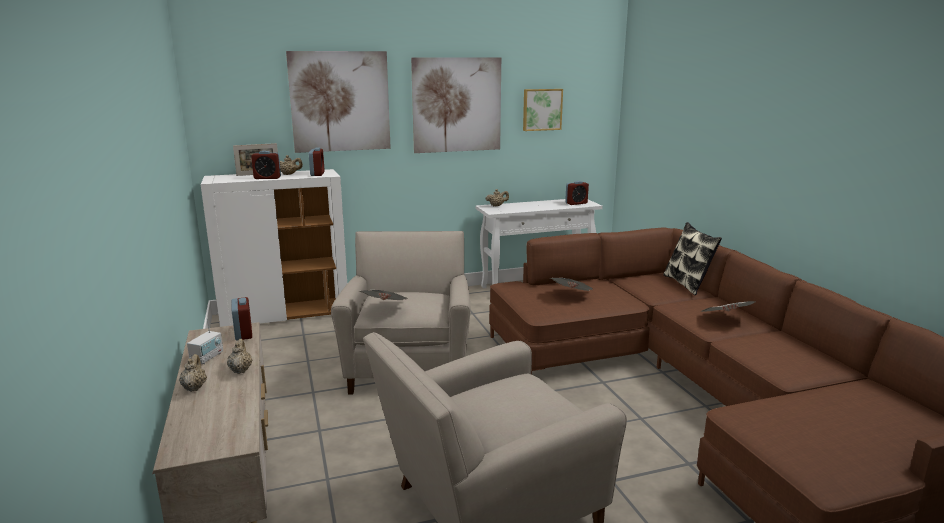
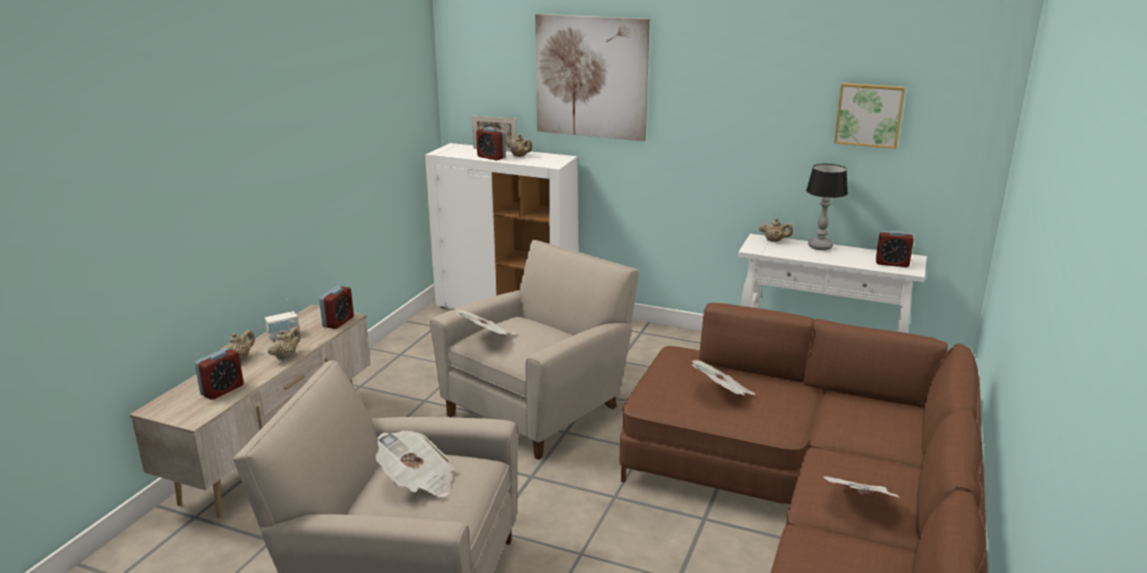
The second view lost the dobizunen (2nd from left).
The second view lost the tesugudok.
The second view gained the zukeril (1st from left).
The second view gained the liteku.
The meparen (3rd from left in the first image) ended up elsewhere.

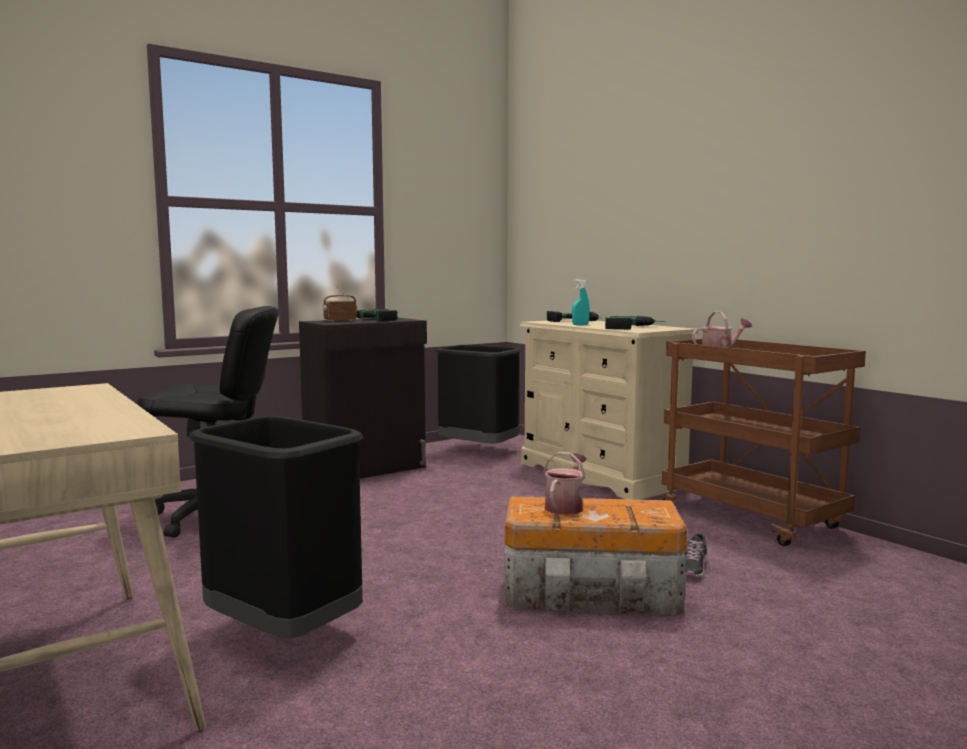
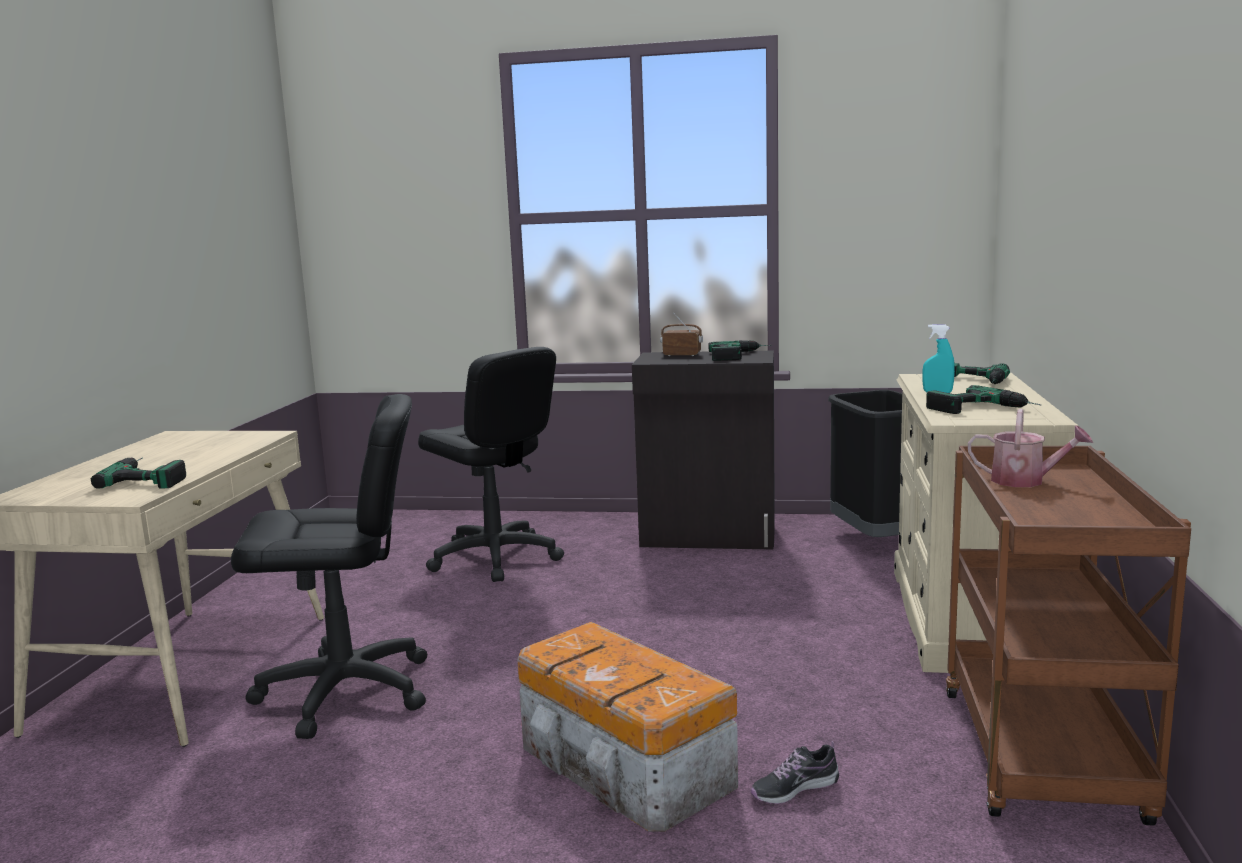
The second view lost the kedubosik (1st from left).
The second view gained the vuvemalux (1st from left).
Where the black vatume (1st from left) stood, the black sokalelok (1st from left) came to stand.

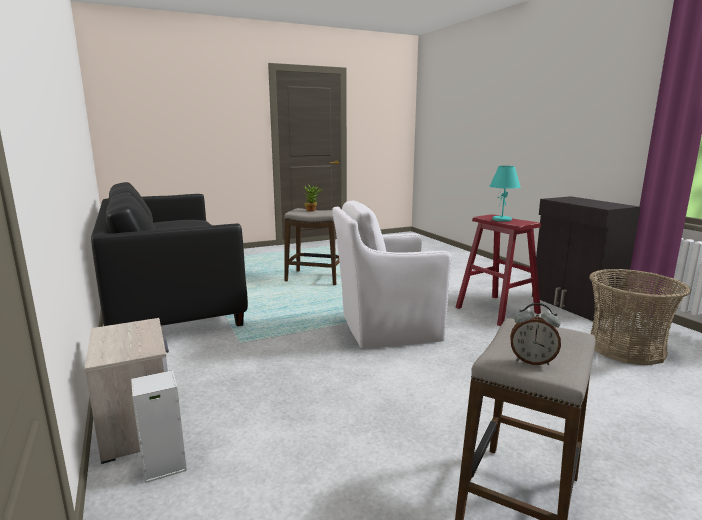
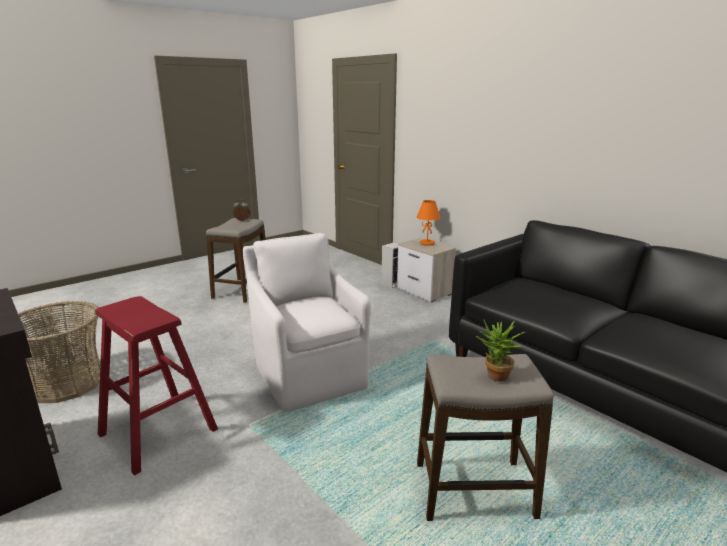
The second view lost the turquoise liteku.
The second view gained the orange liteku.
The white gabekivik ended up facing another way, 90 degrees counterclockwise from before.

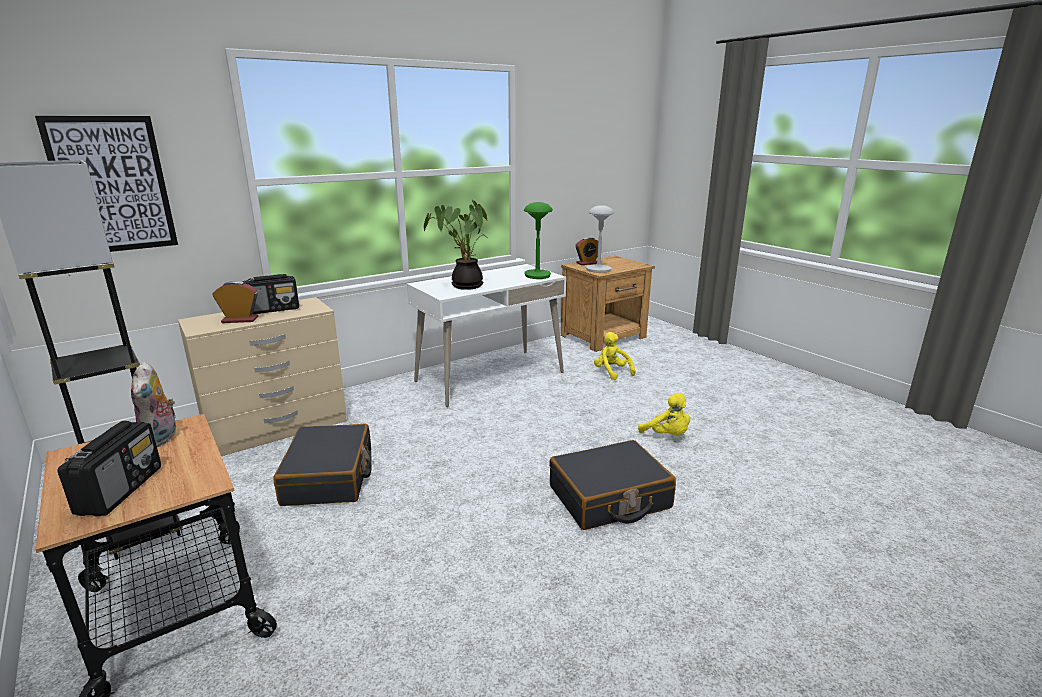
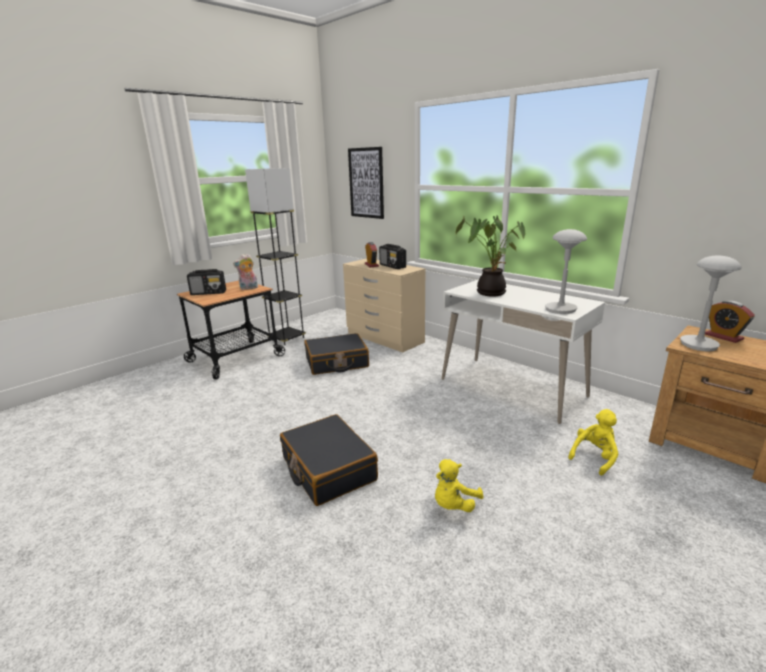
What was the green liteku turned into the grey liteku (1st from left).

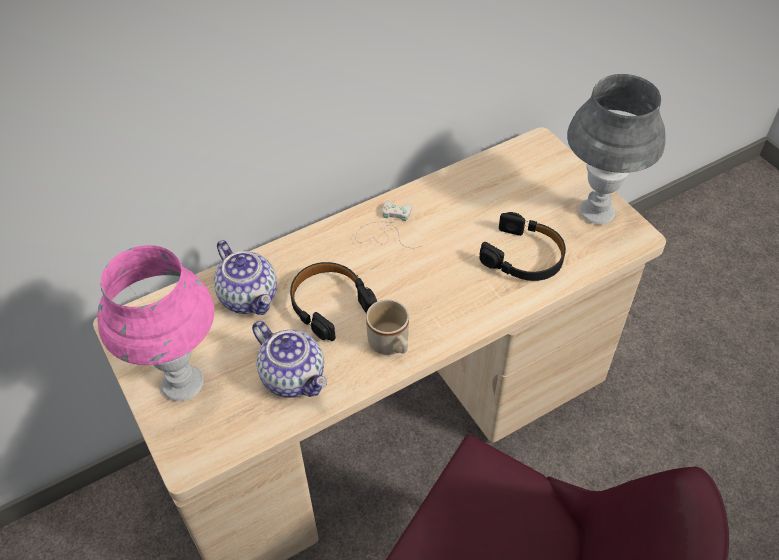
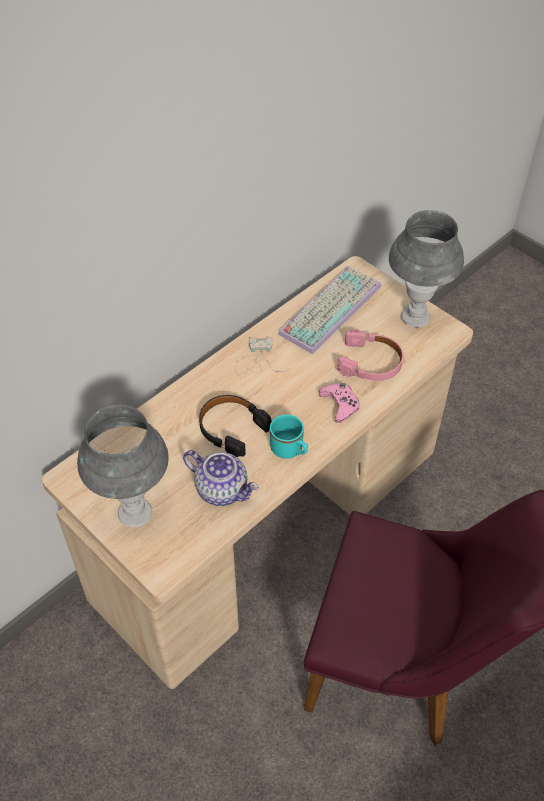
The second view lost the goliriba (1st from left).
The second view gained the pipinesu.
The second view gained the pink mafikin.
What was the pink liteku turned into the grey liteku (1st from left).
What was the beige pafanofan turned into the turquoise pafanofan.
What was the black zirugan (2nd from left) turned into the pink zirugan.

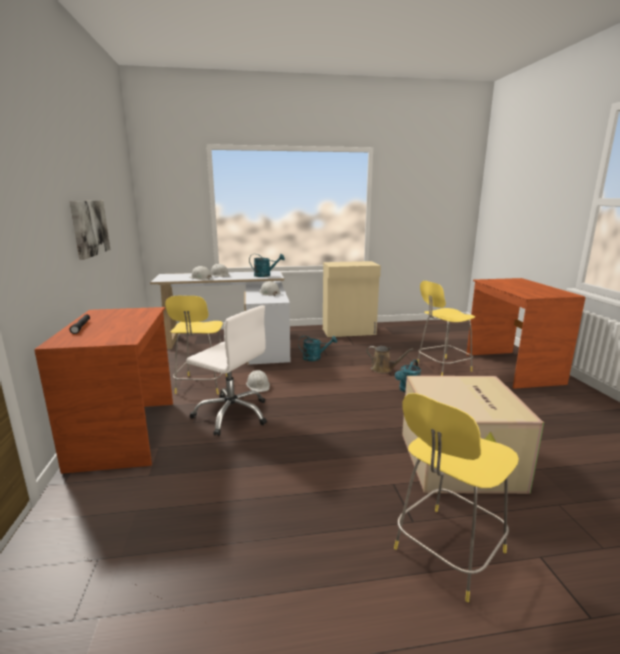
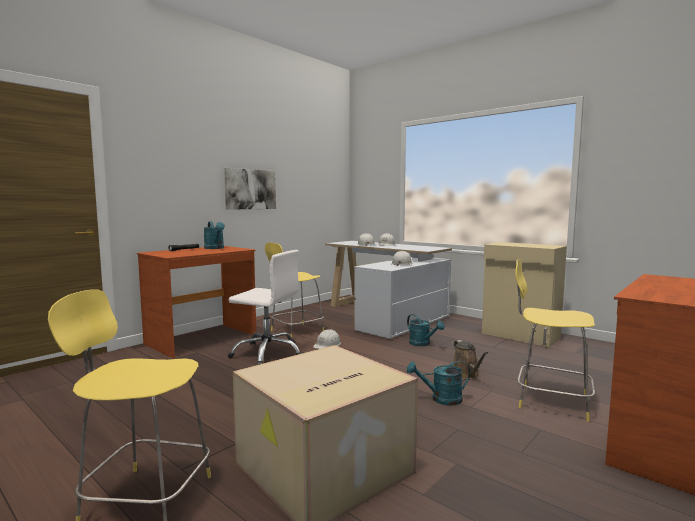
The turquoise kedubosik (1st from left) ended up elsewhere.
The white sokalelok ended up facing another way, 60 degrees counterclockwise from before.

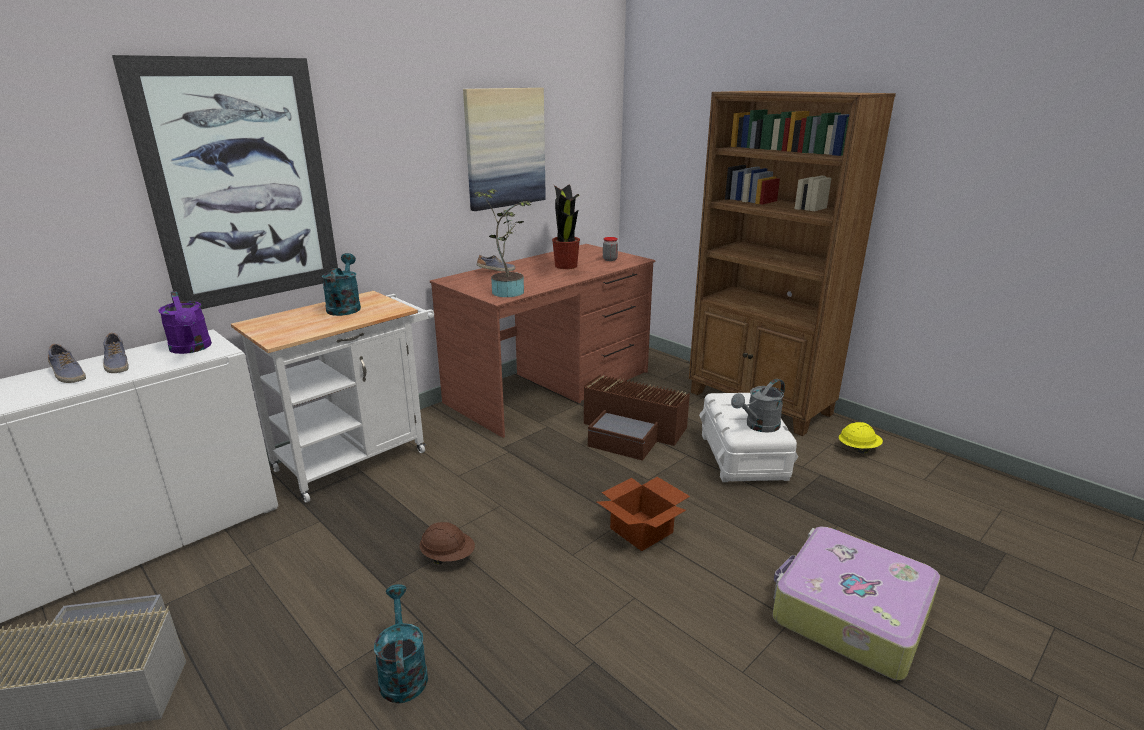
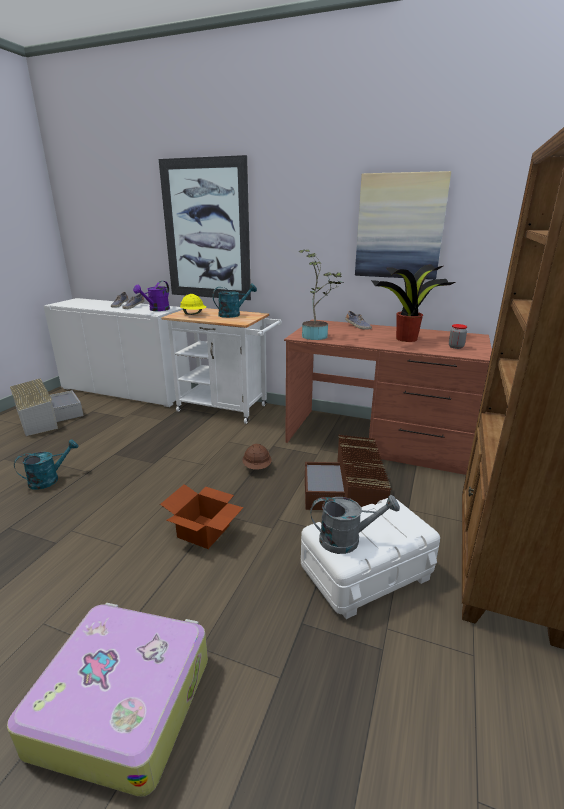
The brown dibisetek ended up elsewhere.
The yellow dibisetek ended up elsewhere.
The grey kedubosik ended up facing another way, 150 degrees clockwise from before.

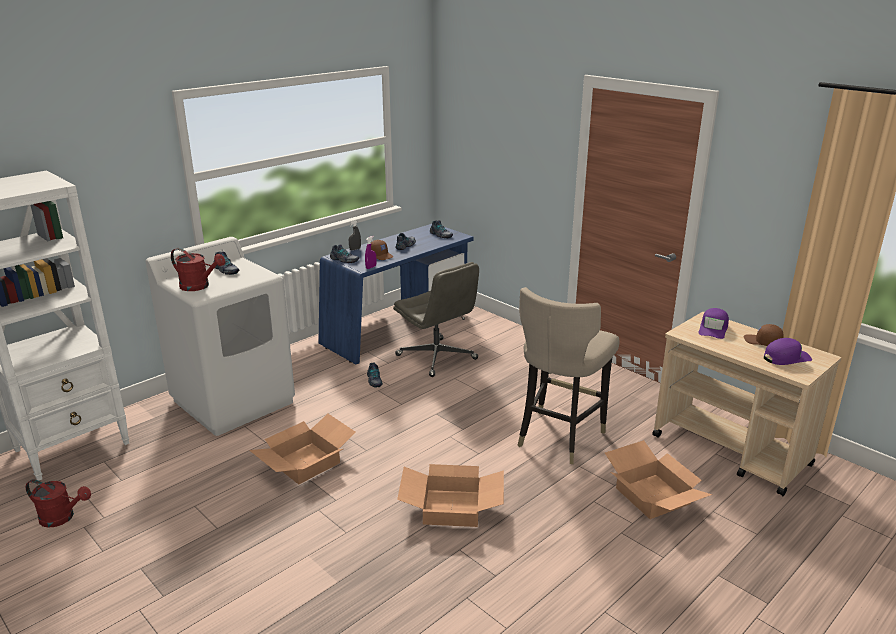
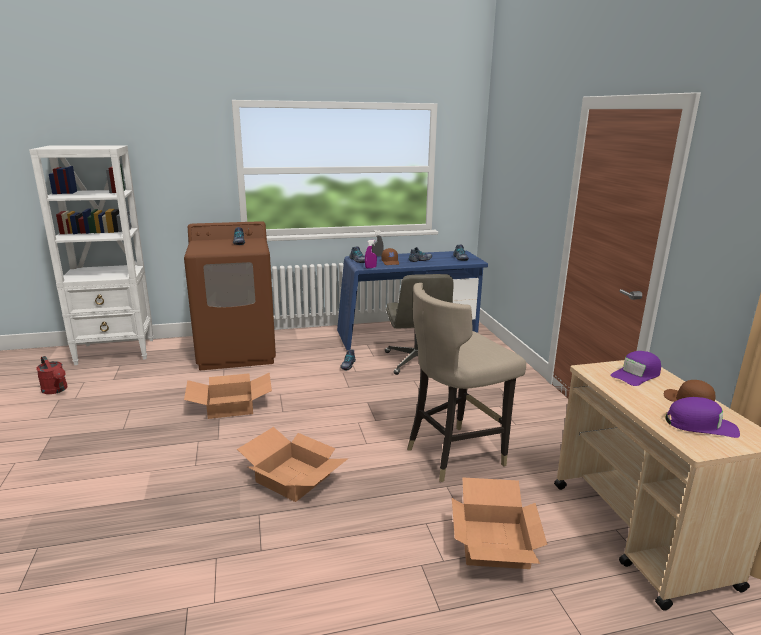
The second view lost the red kedubosik (2nd from left).
What was the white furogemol turned into the brown furogemol.

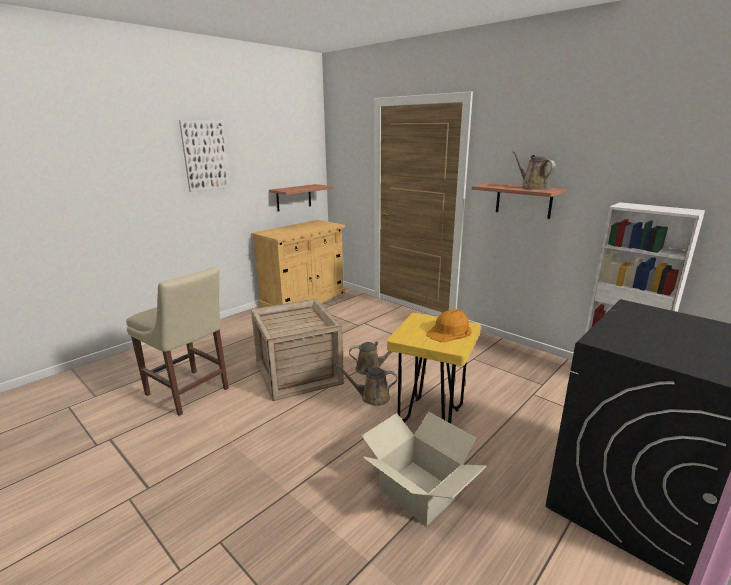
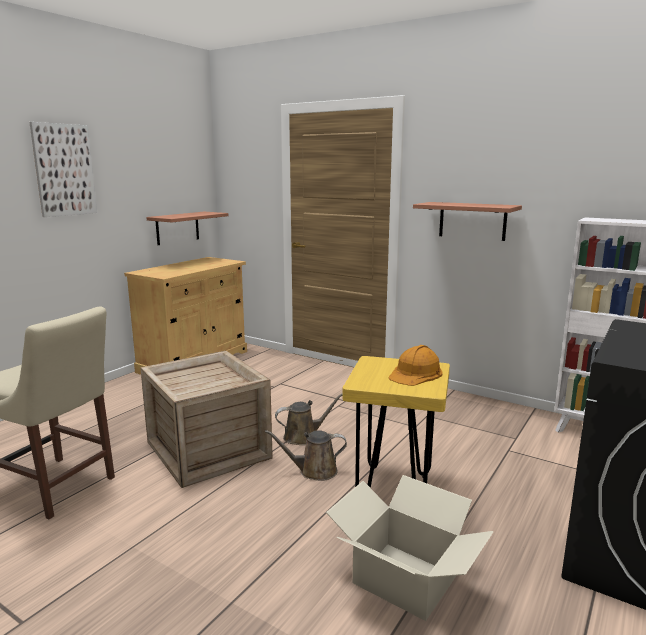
The second view lost the brown kedubosik (3rd from left).

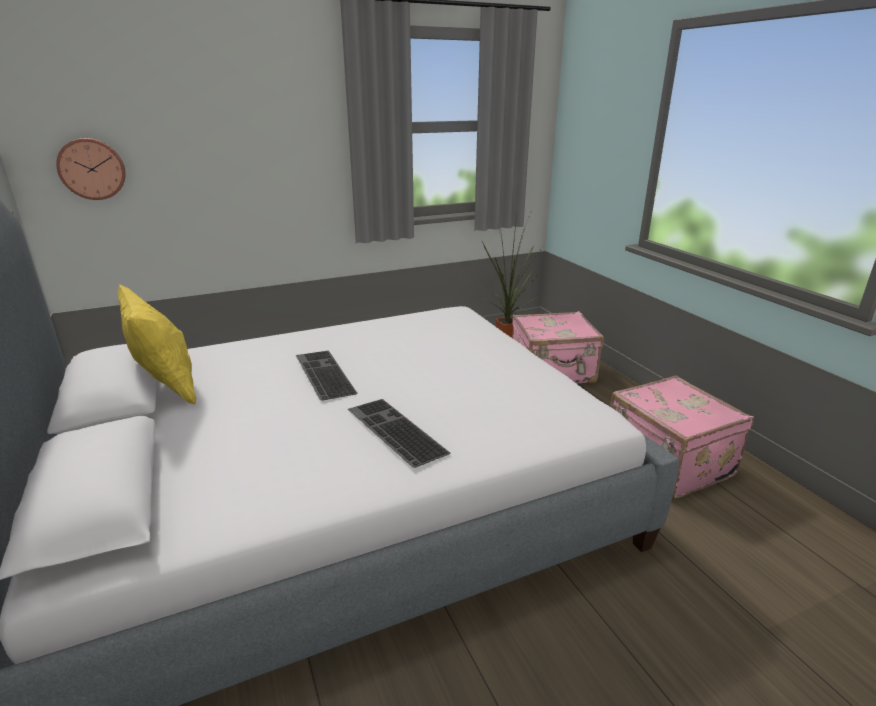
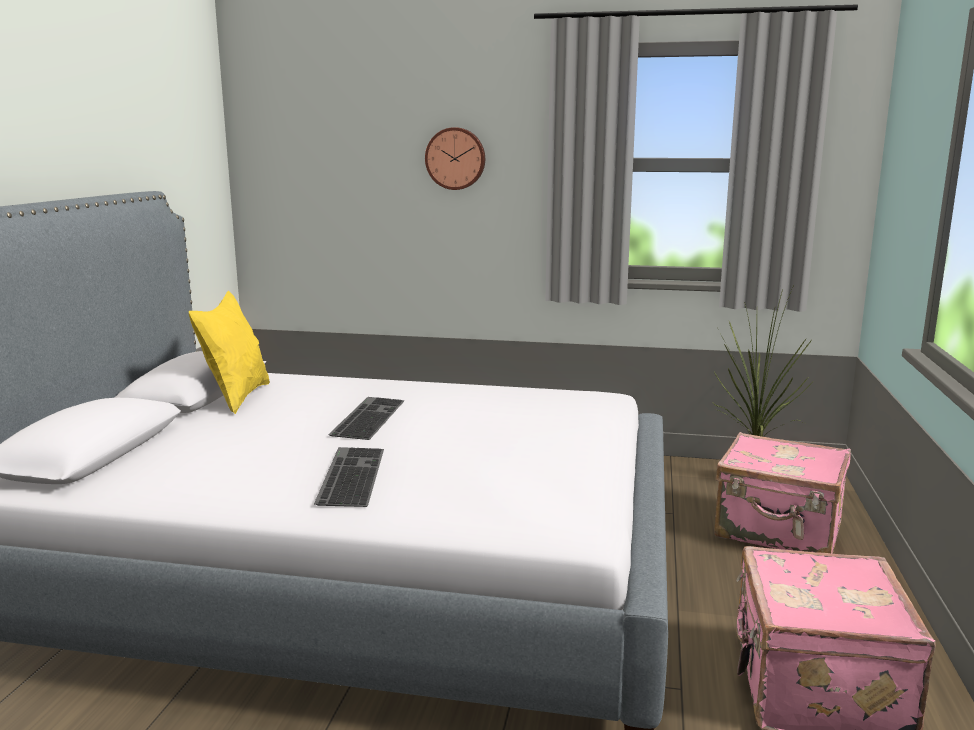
The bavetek ended up elsewhere.

